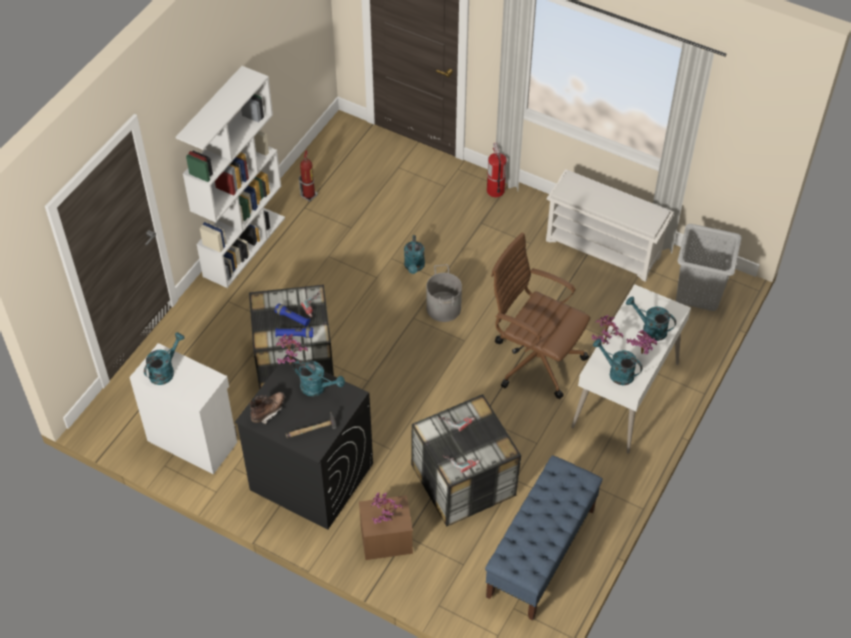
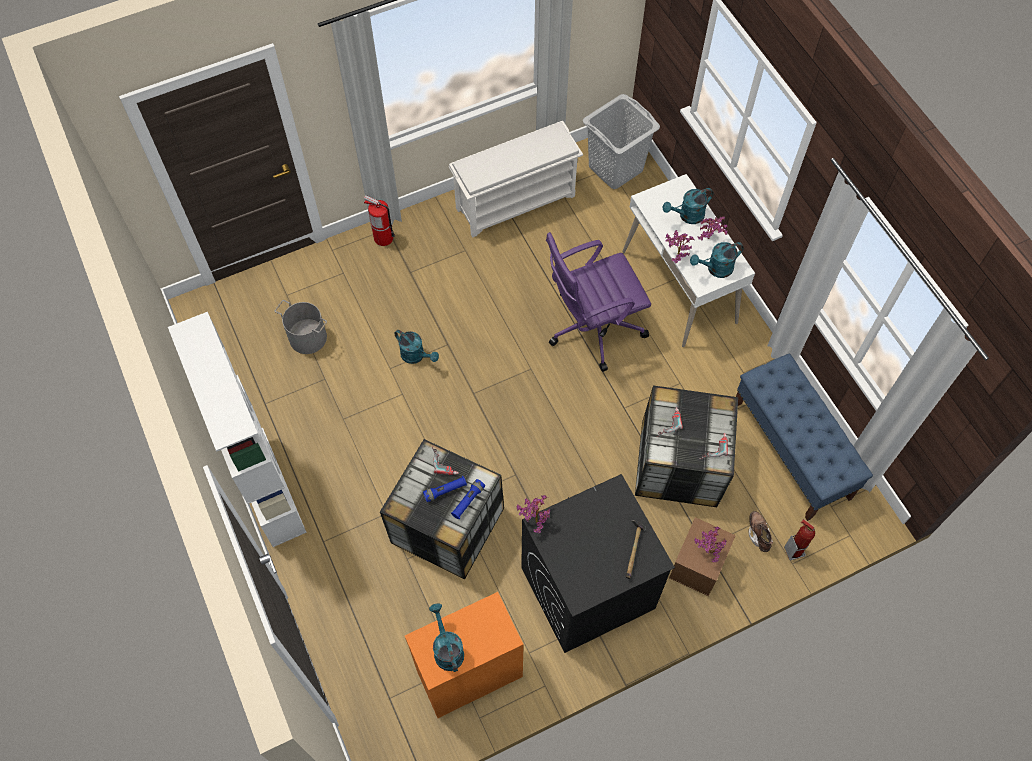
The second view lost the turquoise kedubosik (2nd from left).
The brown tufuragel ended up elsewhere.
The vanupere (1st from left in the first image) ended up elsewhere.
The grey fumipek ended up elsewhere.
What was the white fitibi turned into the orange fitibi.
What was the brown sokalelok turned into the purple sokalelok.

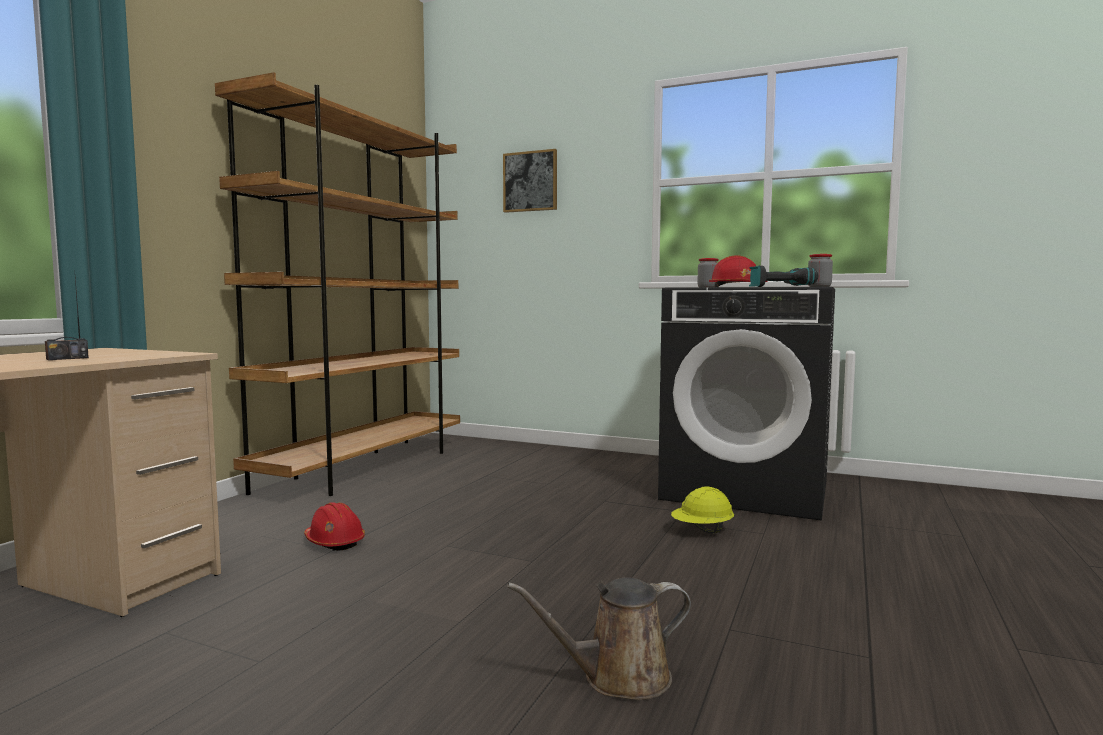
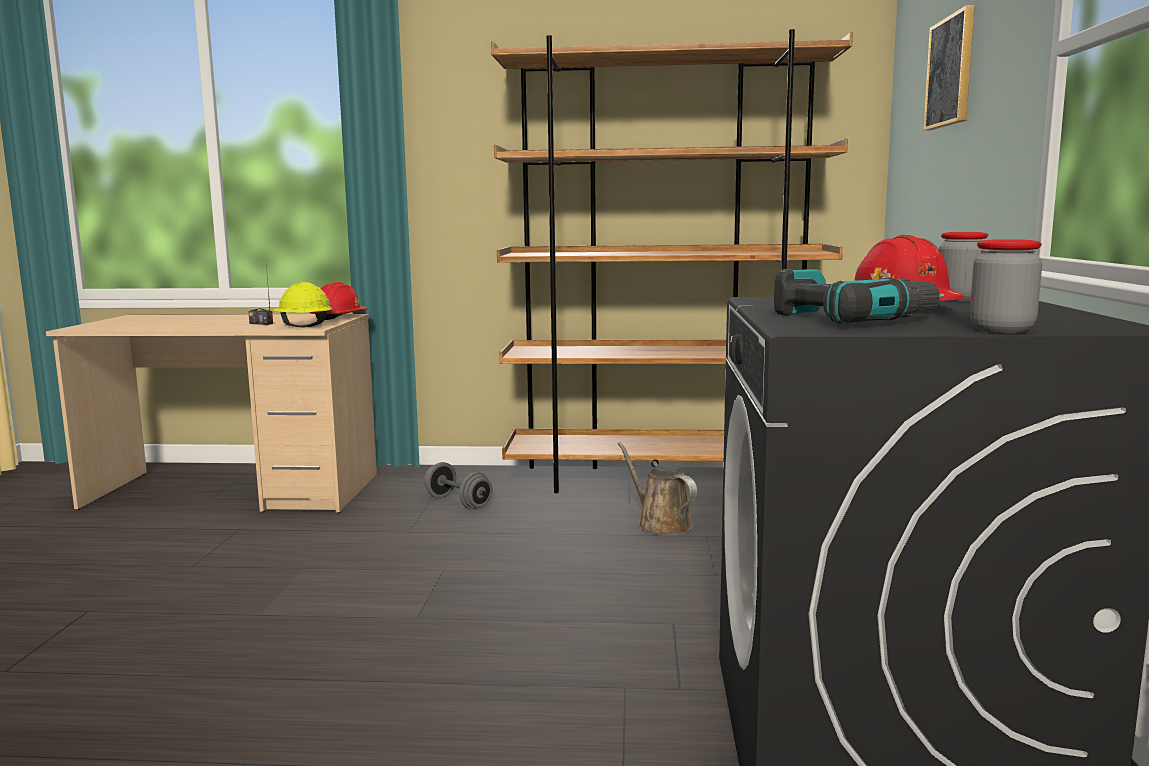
The second view gained the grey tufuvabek.
The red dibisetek (1st from left) ended up elsewhere.
The brown kedubosik ended up elsewhere.
The yellow dibisetek ended up elsewhere.

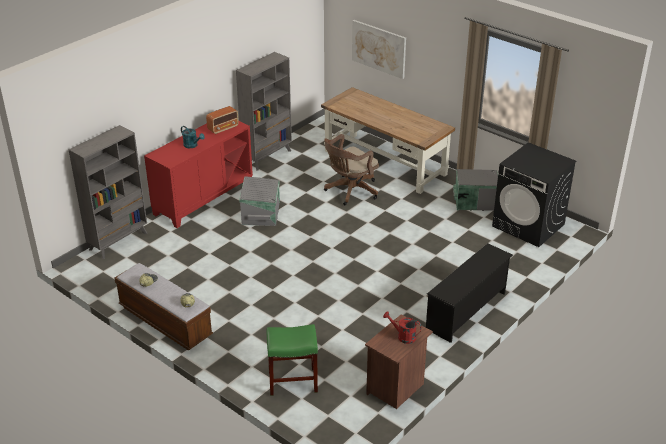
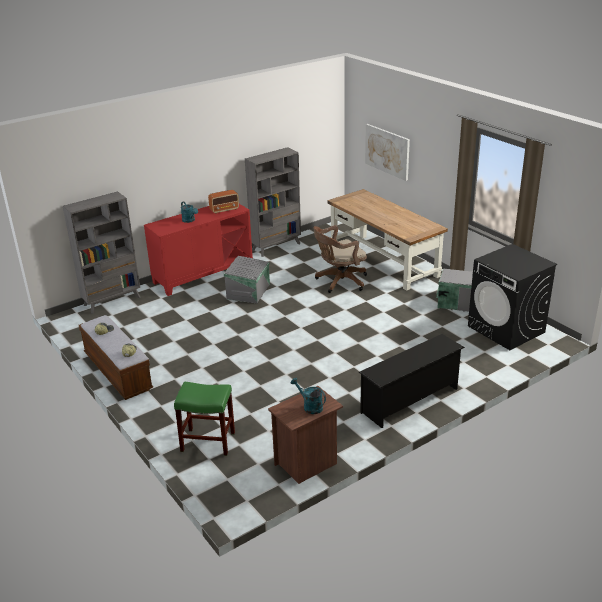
What was the red kedubosik turned into the turquoise kedubosik (2nd from left).

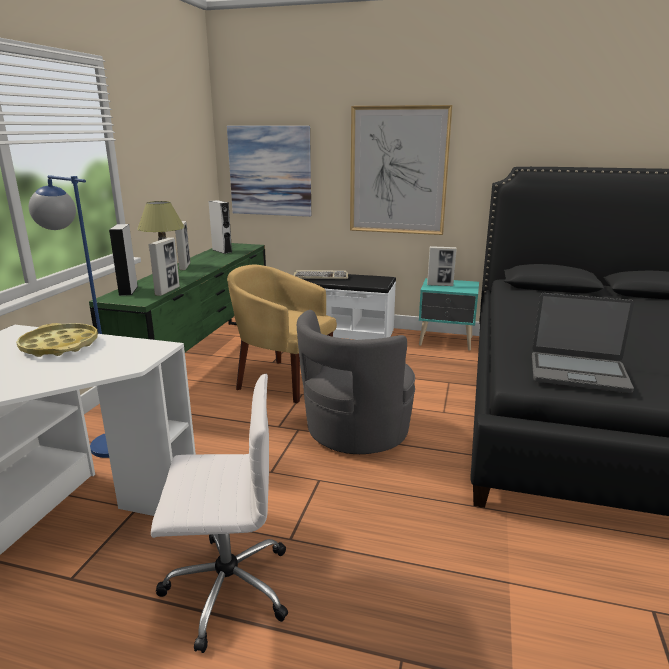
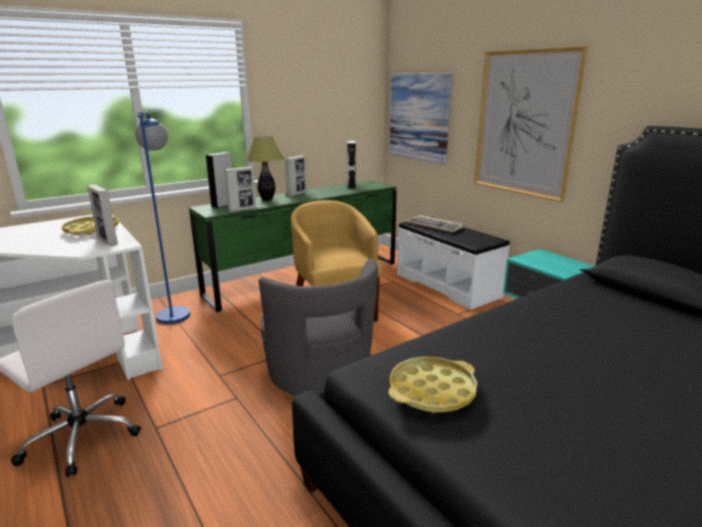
The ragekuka (3rd from left in the first image) ended up elsewhere.
Where the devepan stood, the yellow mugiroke (2nd from left) came to stand.
The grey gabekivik ended up facing another way, 105 degrees counterclockwise from before.

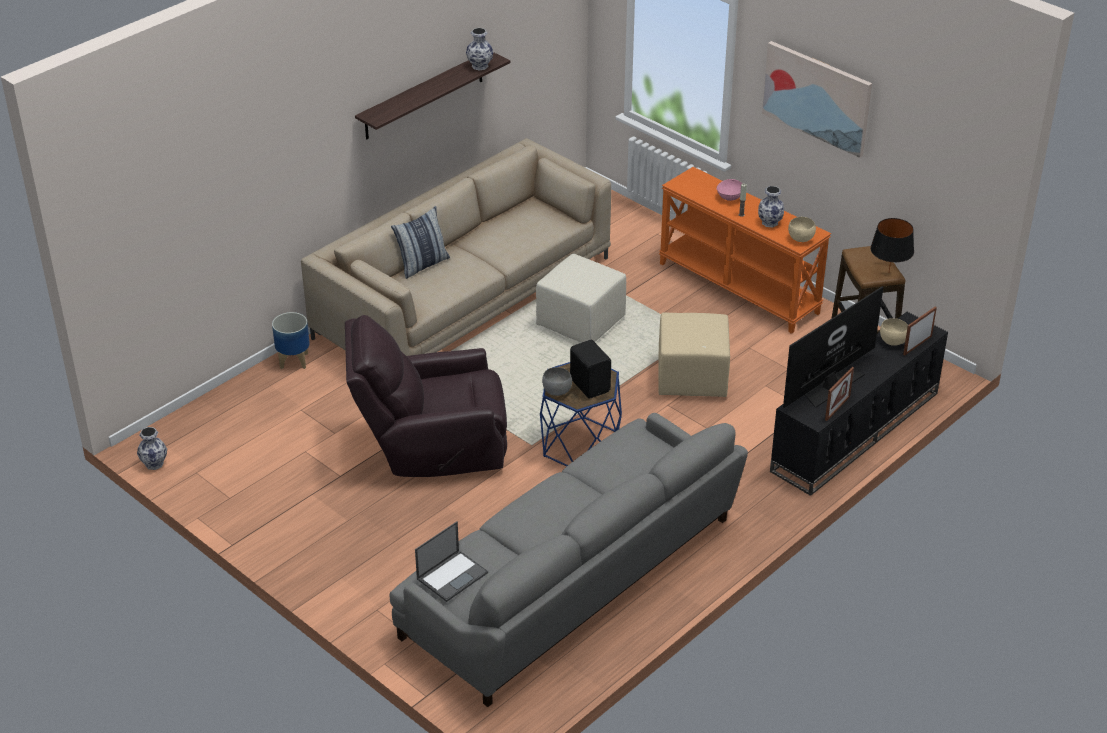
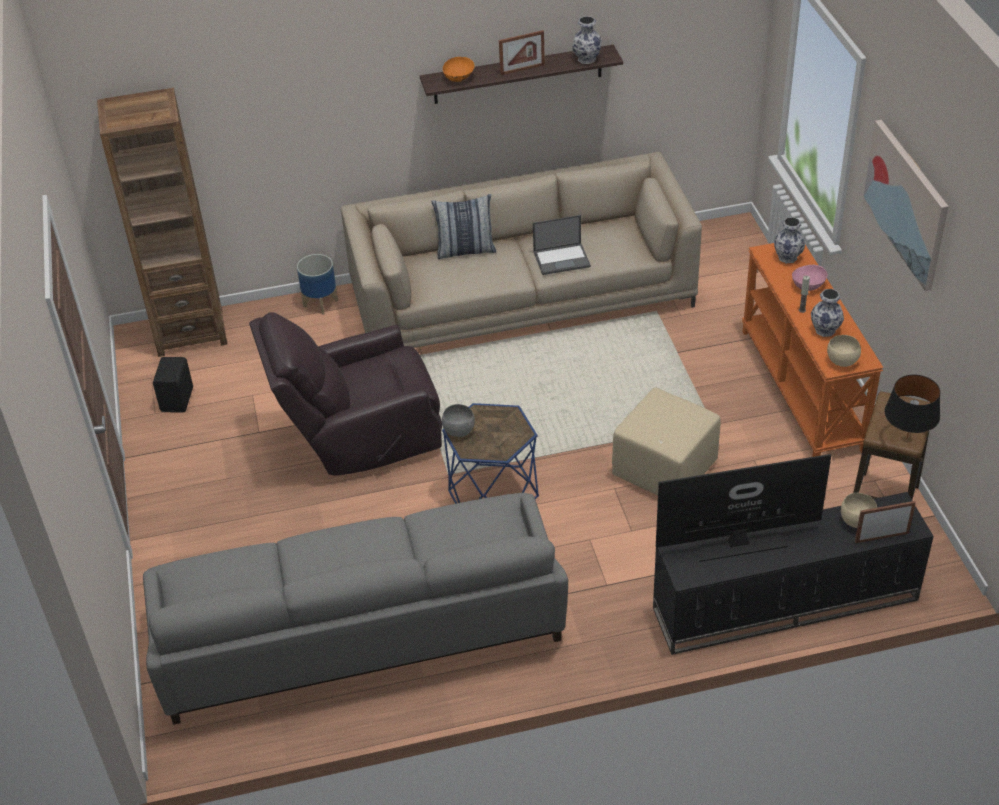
The second view lost the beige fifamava (1st from left).
The second view gained the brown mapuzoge.
The second view gained the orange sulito.
The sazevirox (1st from left in the first image) ended up elsewhere.
The devepan ended up elsewhere.
The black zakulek ended up elsewhere.
The ragekuka (1st from left) ended up elsewhere.
The brown gabekivik ended up facing another way, 45 degrees counterclockwise from before.

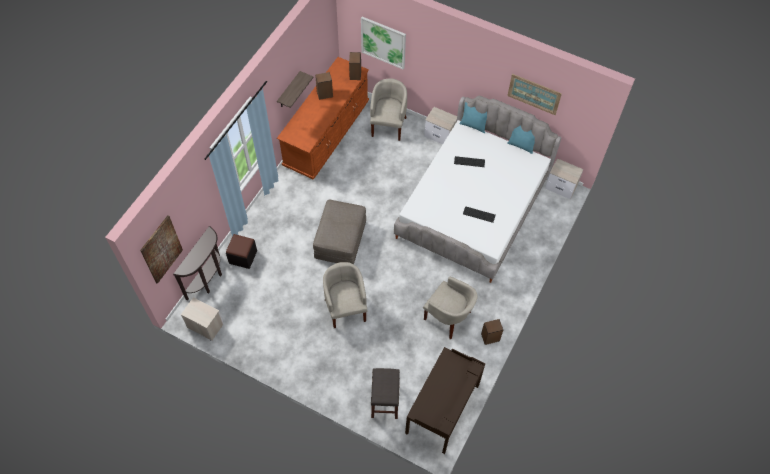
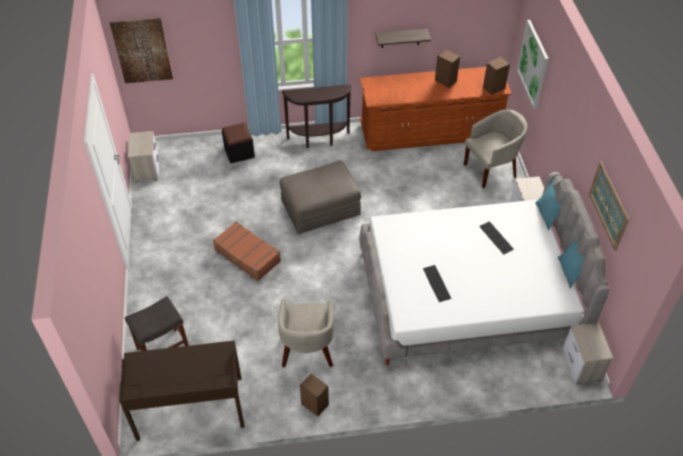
The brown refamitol ended up elsewhere.
Where the beige gabekivik (1st from left) stood, the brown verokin came to stand.

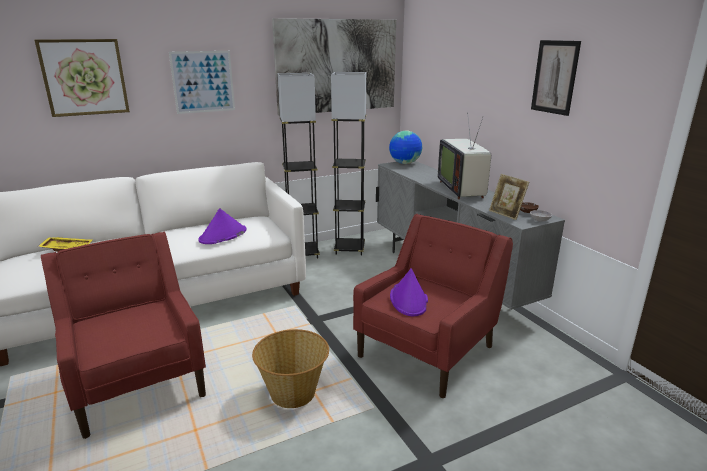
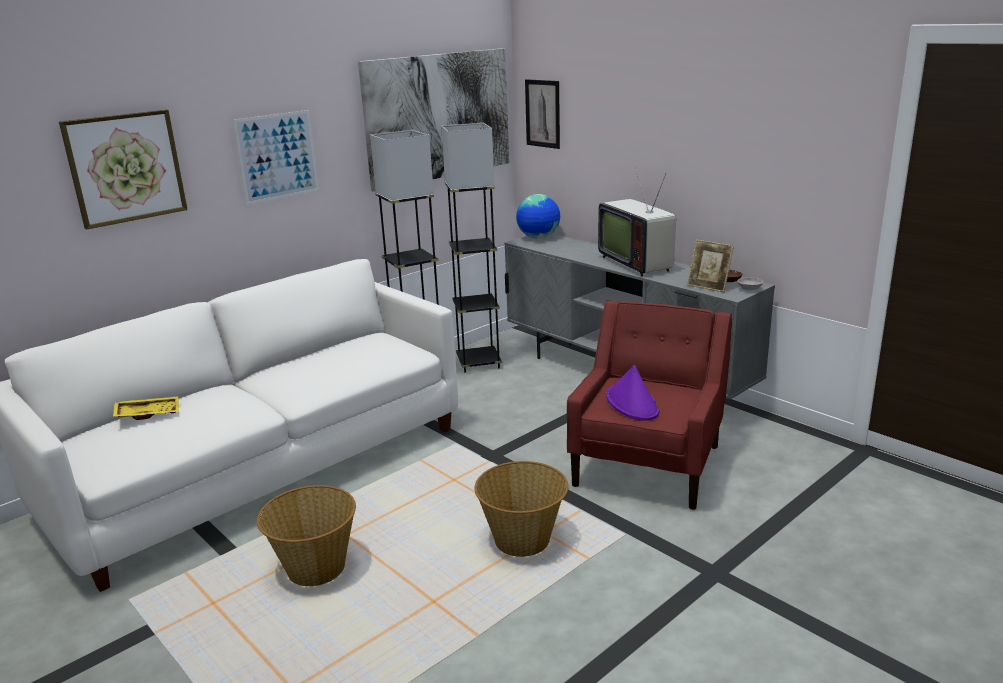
The second view lost the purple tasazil (1st from left).
The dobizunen (4th from left) ended up elsewhere.
Where the red gabekivik (1st from left) stood, the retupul (1st from left) came to stand.

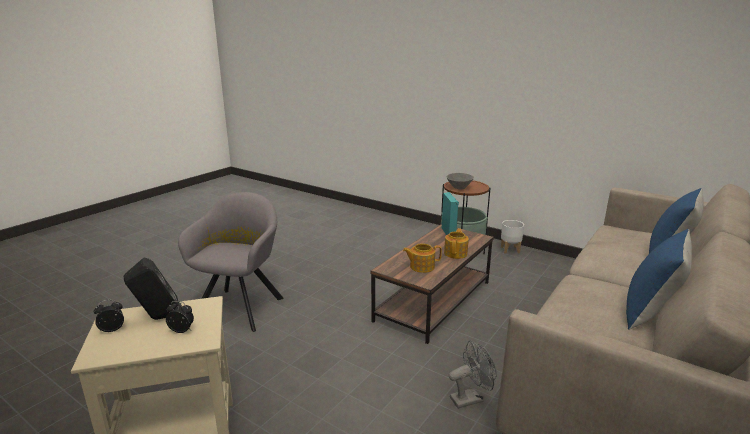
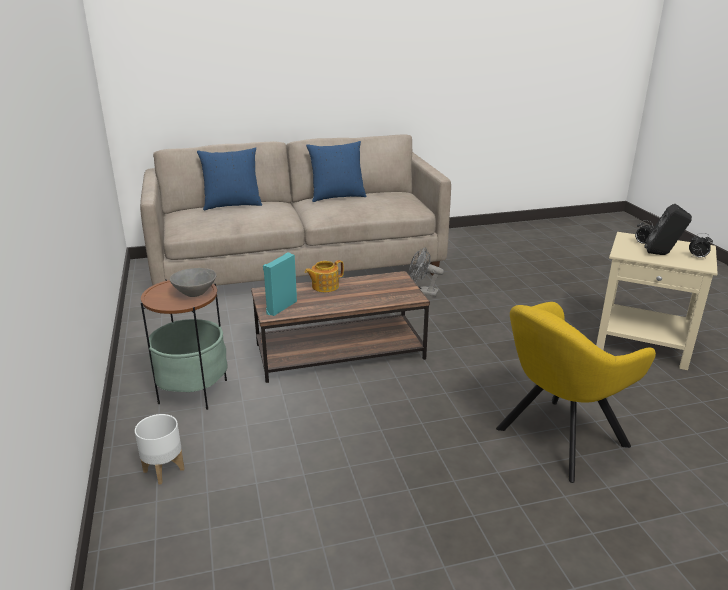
The second view lost the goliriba (1st from left).
The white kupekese ended up elsewhere.
What was the grey gabekivik turned into the yellow gabekivik.

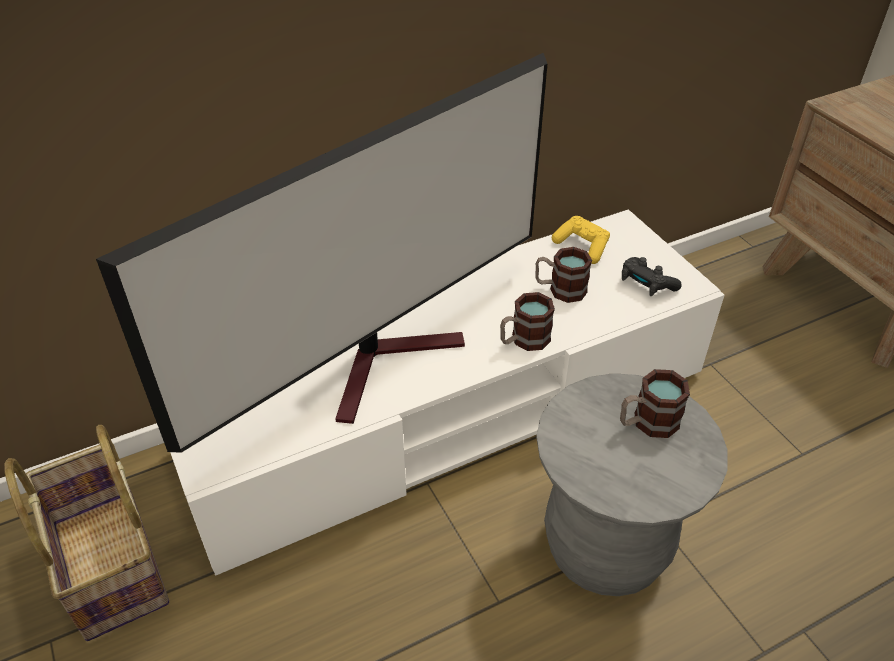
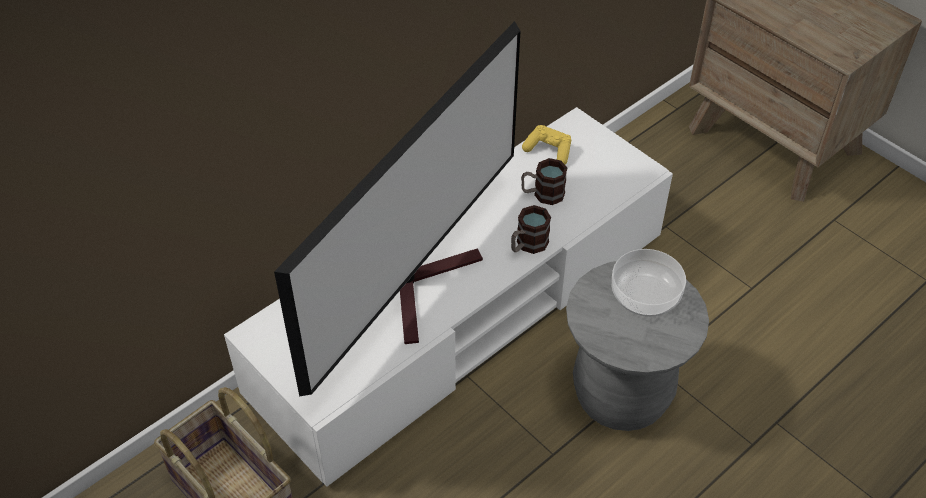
The second view lost the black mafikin.
Where the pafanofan (3rd from left) stood, the sulito came to stand.

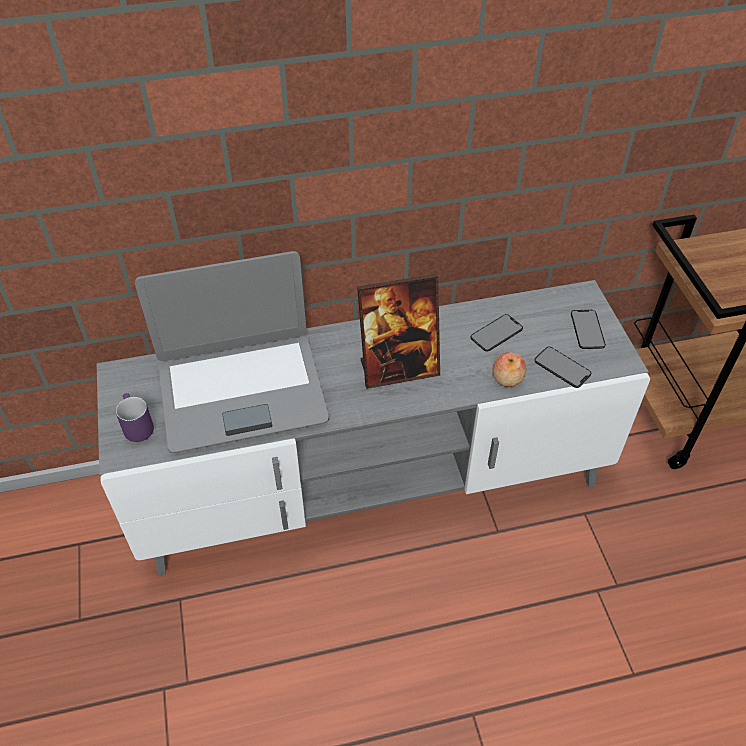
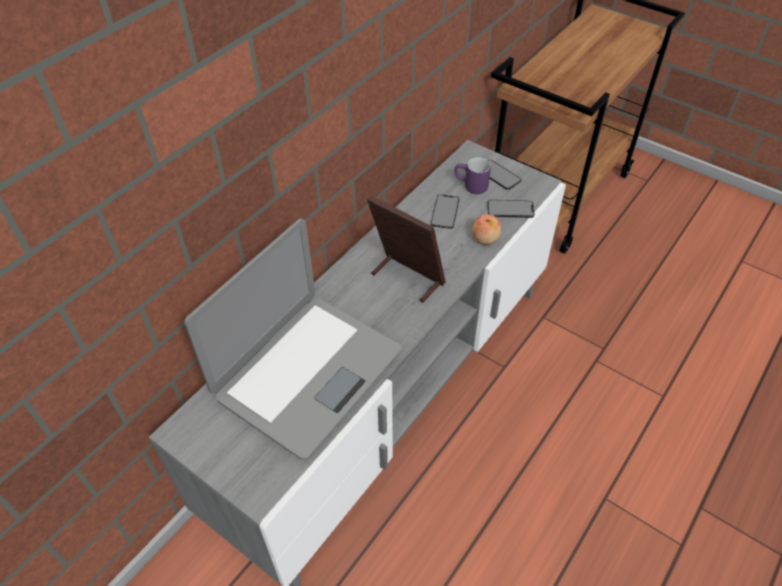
The purple pafanofan ended up elsewhere.
The ragekuka ended up facing another way, 90 degrees counterclockwise from before.

